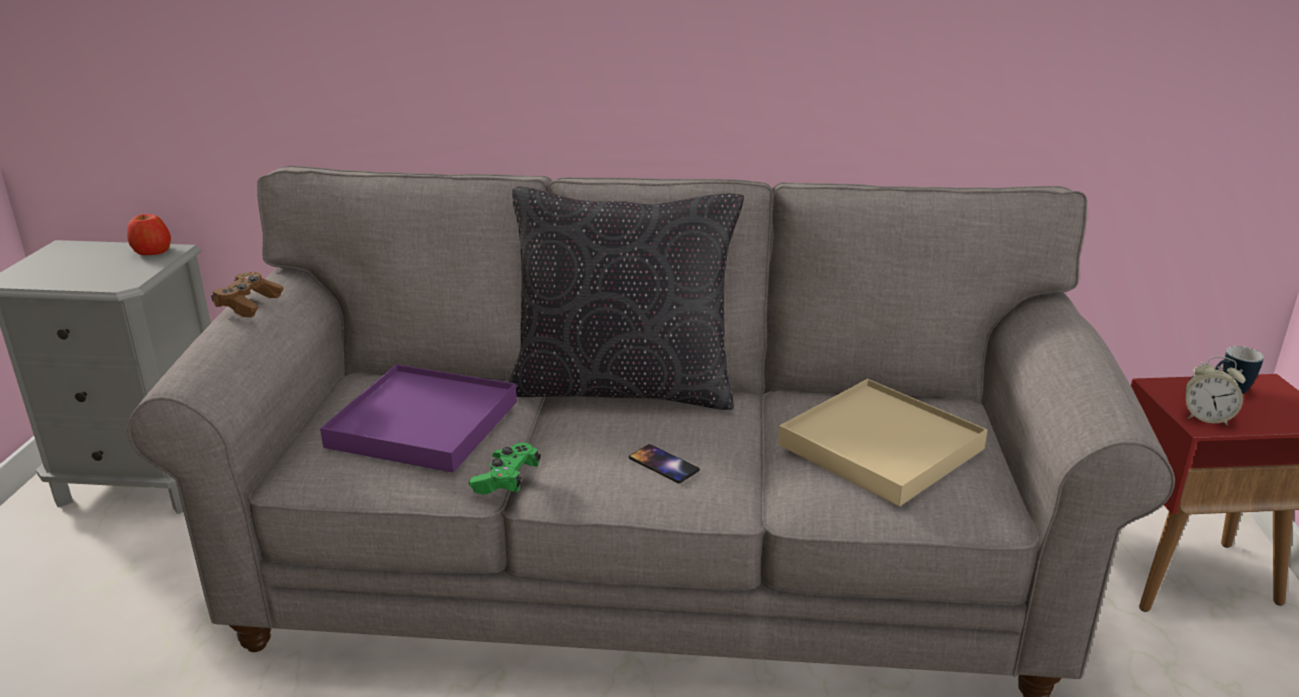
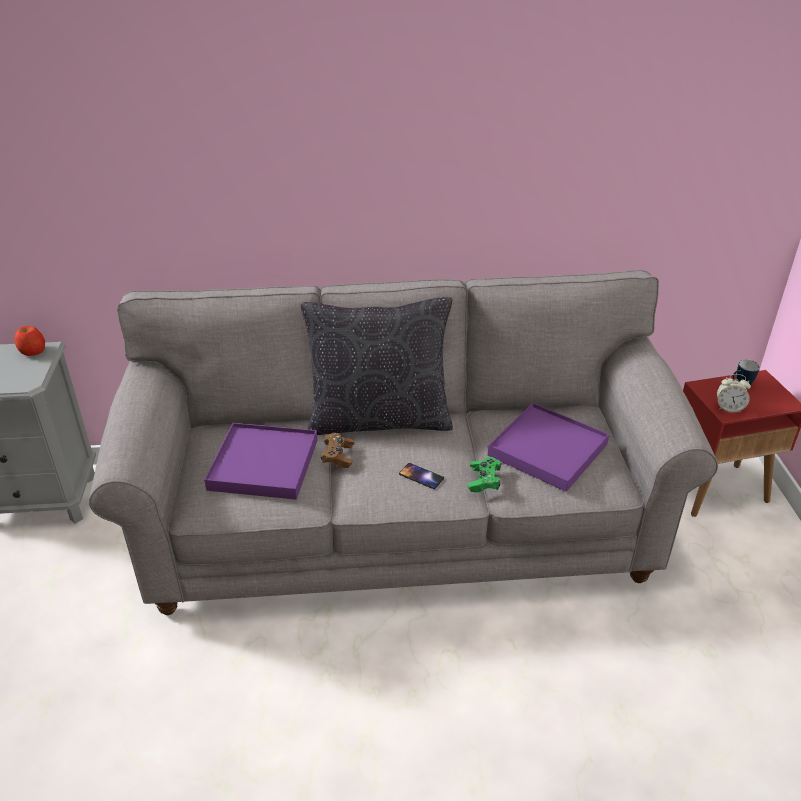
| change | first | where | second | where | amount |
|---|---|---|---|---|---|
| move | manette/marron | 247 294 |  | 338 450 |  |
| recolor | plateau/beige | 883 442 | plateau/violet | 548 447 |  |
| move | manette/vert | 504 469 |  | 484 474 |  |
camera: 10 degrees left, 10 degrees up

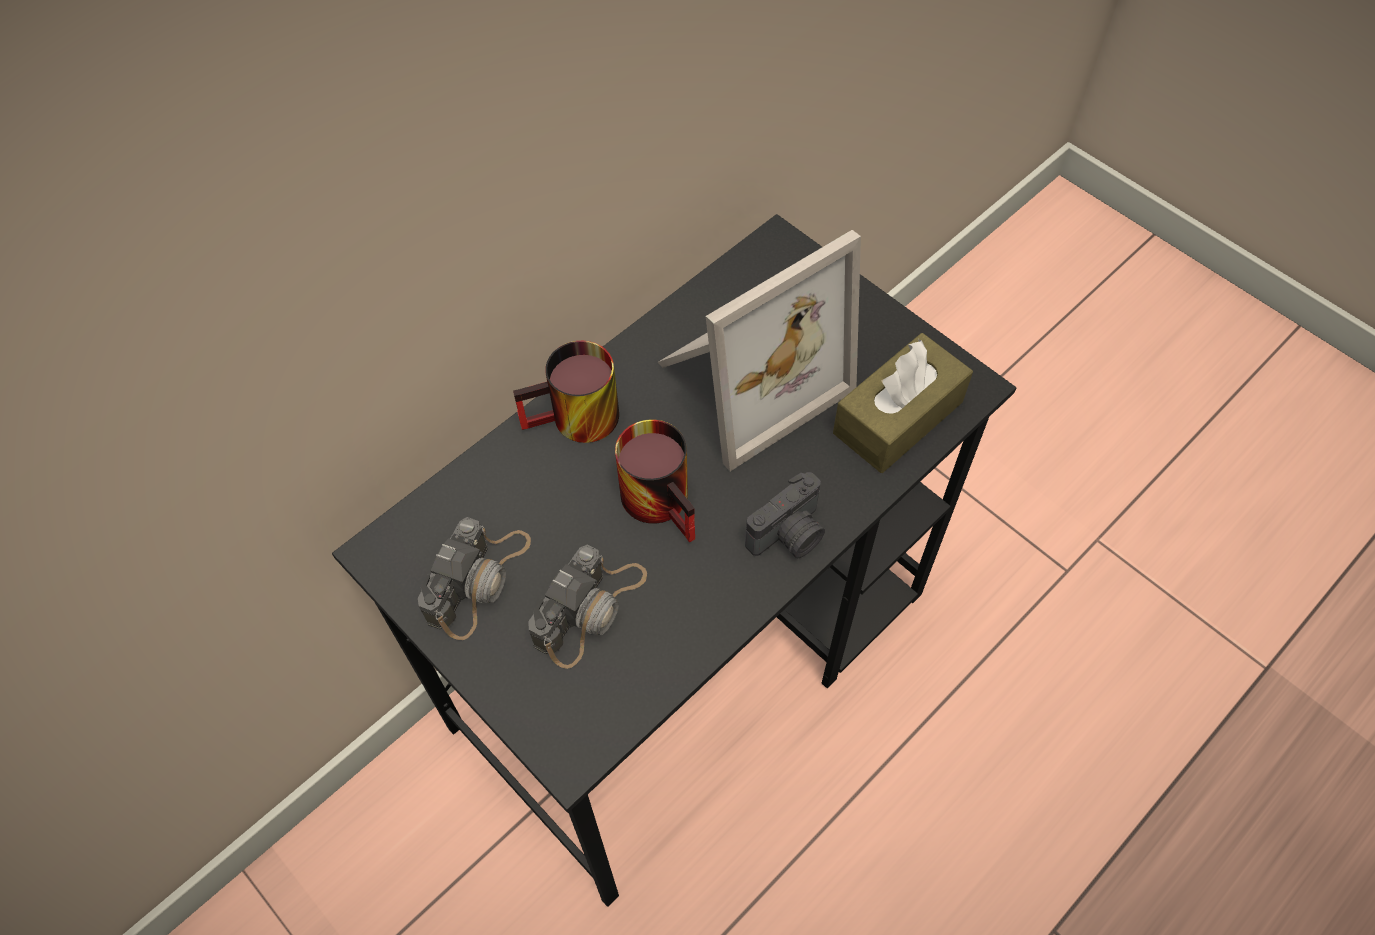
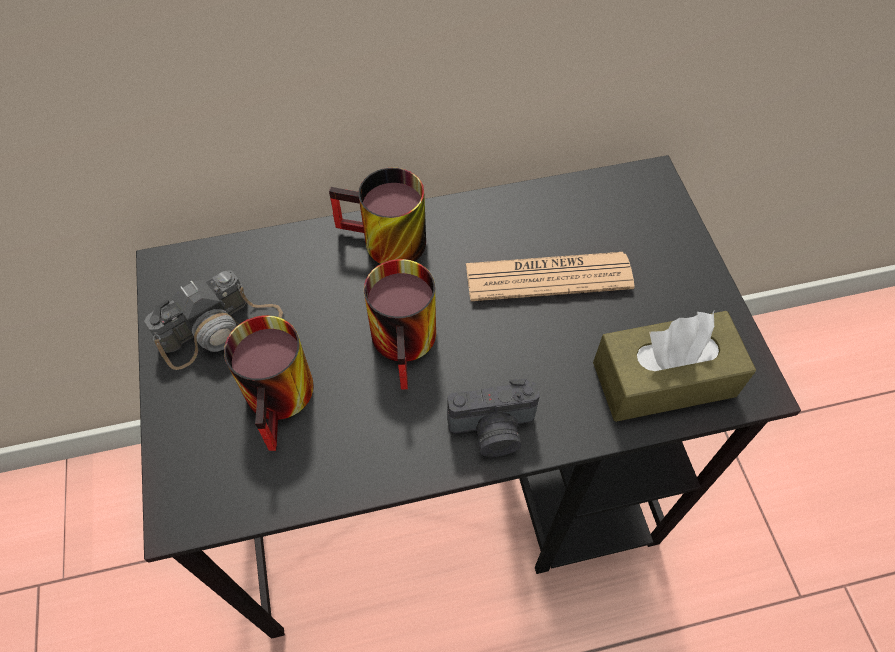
| change | first | where | second | where | amount |
|---|---|---|---|---|---|
| replace | cadre photo | 759 350 | journal | 550 276 |  |
| replace | appareil photo | 588 607 | mug | 269 383 |  |
camera: 30 degrees right, 0 degrees up

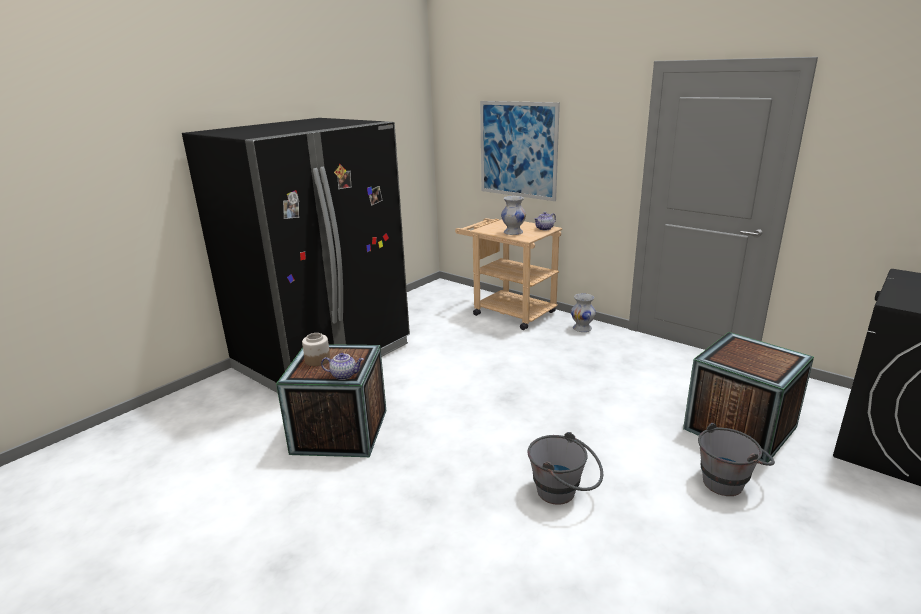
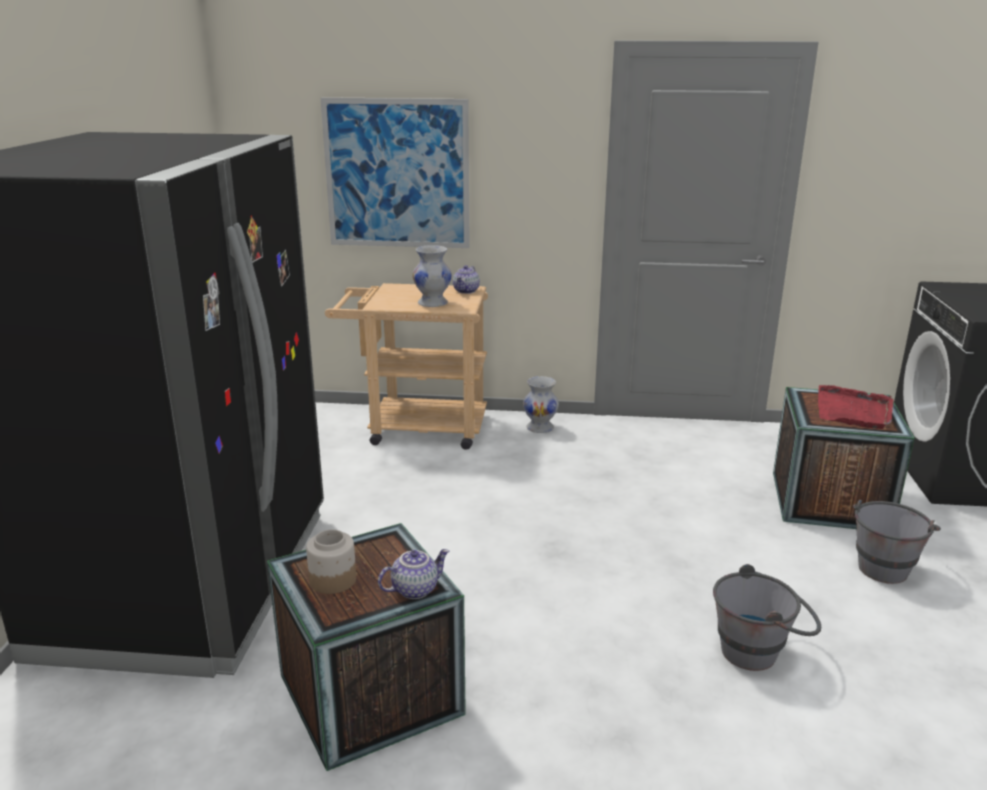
| change | first | where | second | where | amount |
|---|---|---|---|---|---|
| insert |  |  | plateau/rouge | 856 407 |  |
camera: 35 degrees left, 0 degrees up

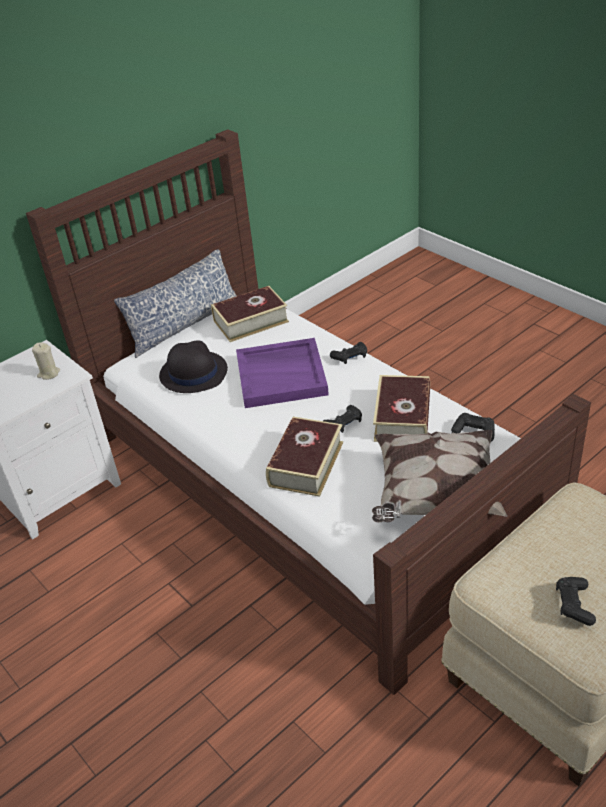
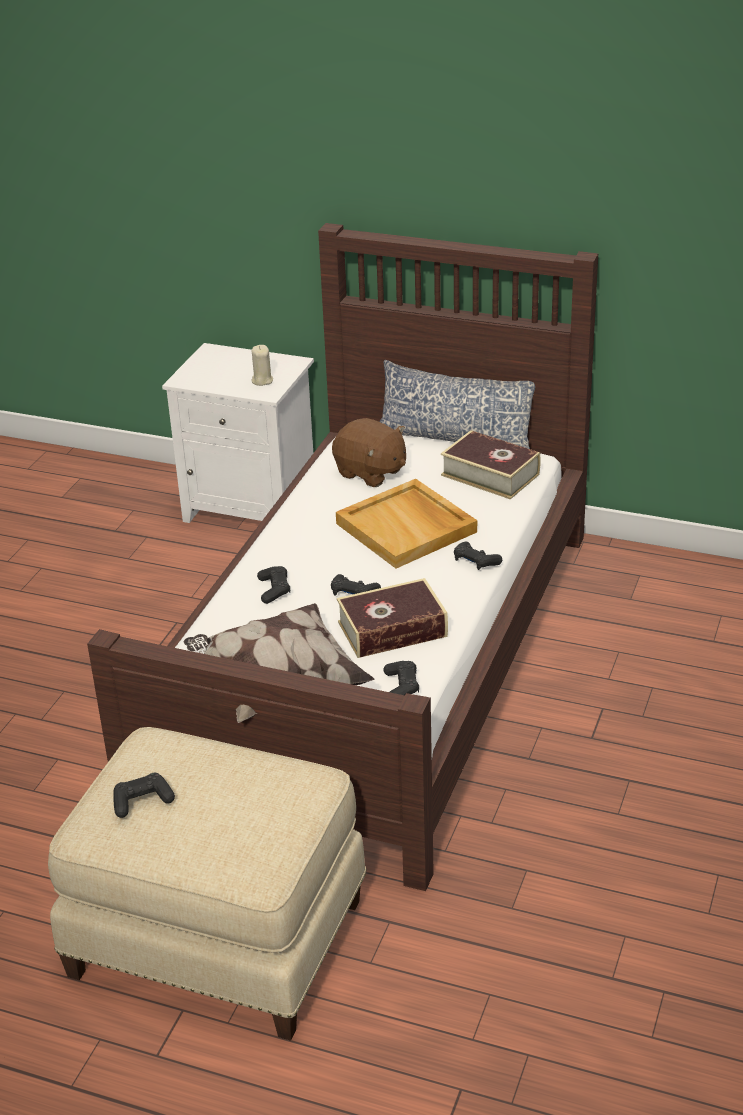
| change | first | where | second | where | amount |
|---|---|---|---|---|---|
| recolor | plateau/violet | 282 373 | plateau/beige | 406 523 |  |
| replace | chapeau/noir | 193 366 | peluche/marron | 369 452 |  |
| replace | livre | 304 457 | manette/noir | 273 585 |  |
camera: 60 degrees right, 5 degrees down

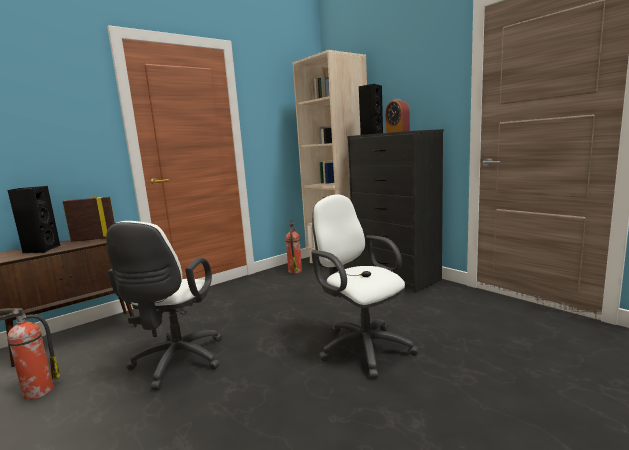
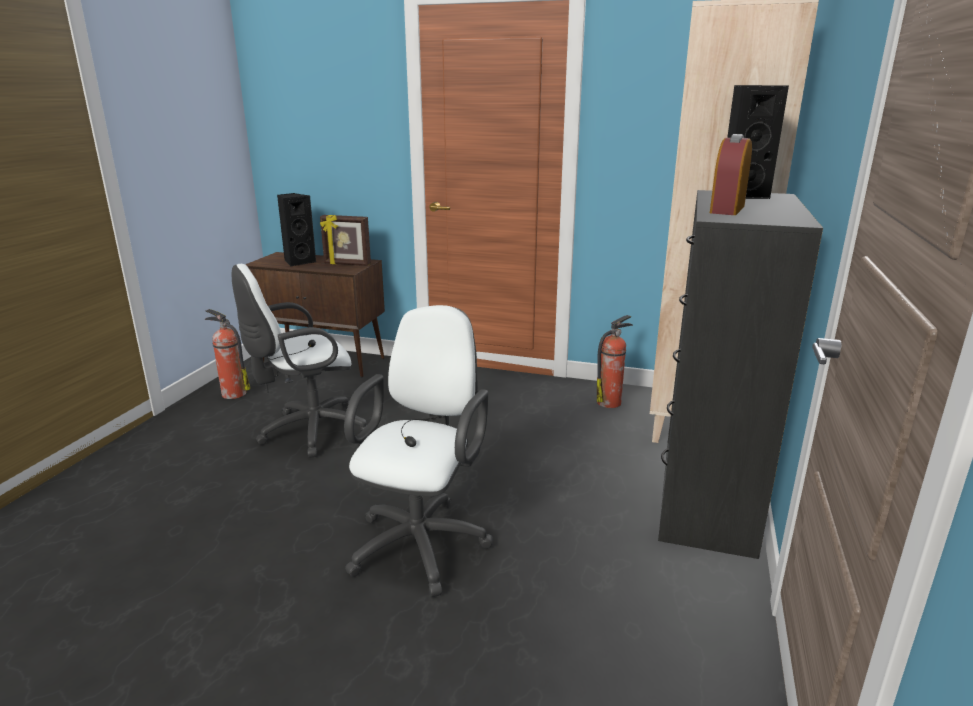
| change | first | where | second | where | amount |
|---|---|---|---|---|---|
| rotate | cadre photo | 88 219 |  | 345 240 | 150 degrees clockwise |
camera: 55 degrees right, 10 degrees up

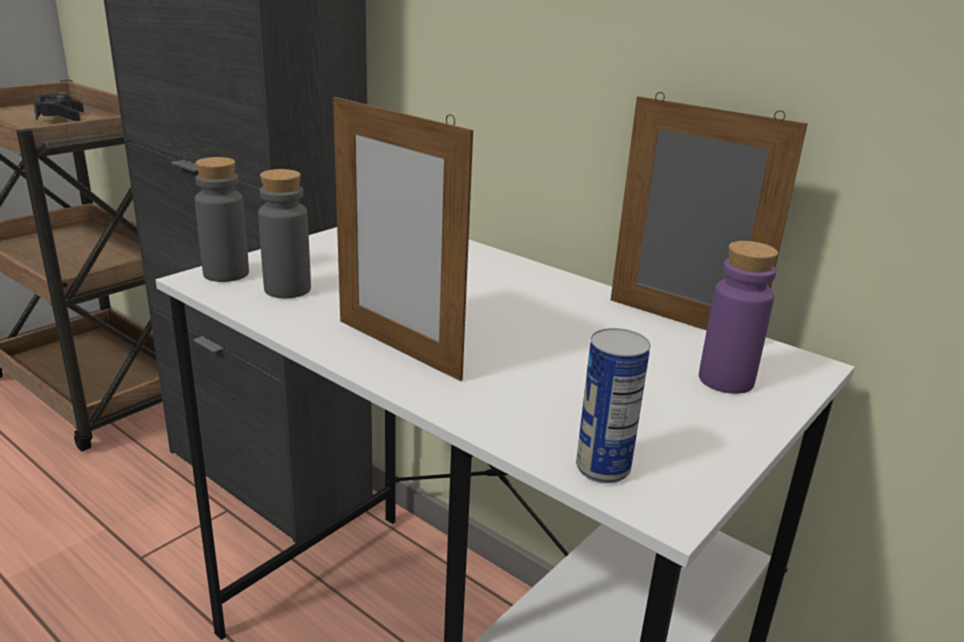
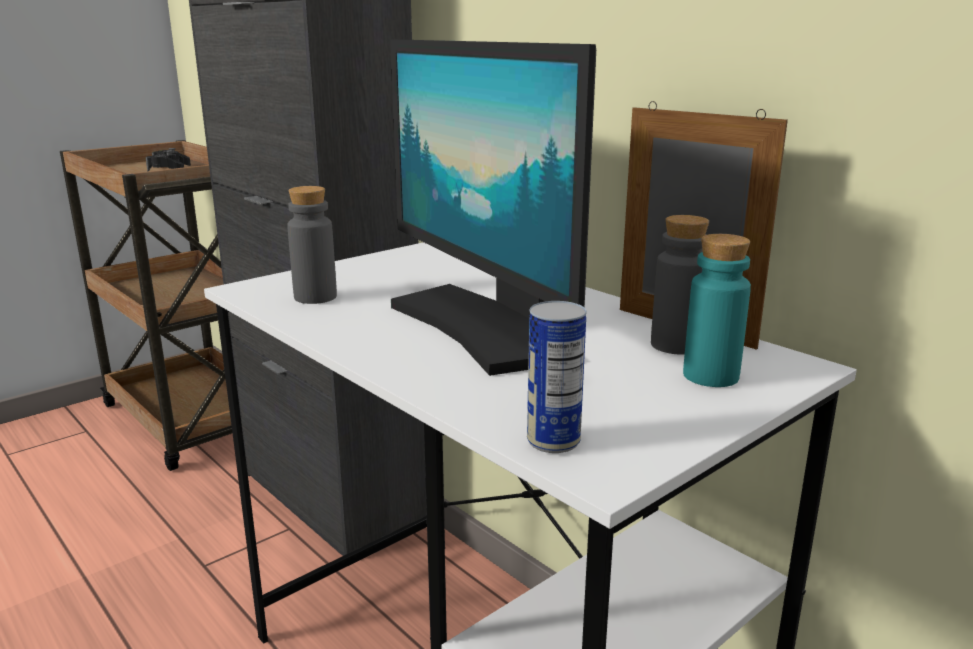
| change | first | where | second | where | amount |
|---|---|---|---|---|---|
| delete | cadre photo | 403 236 |  |  |  |
| move | bouteille/gris | 222 219 |  | 680 285 |  |
| recolor | bouteille/violet | 738 317 | bouteille/turquoise | 717 310 |  |
| insert |  |  | écran d'ordinateur | 493 207 |  |
camera: 10 degrees right, 5 degrees down

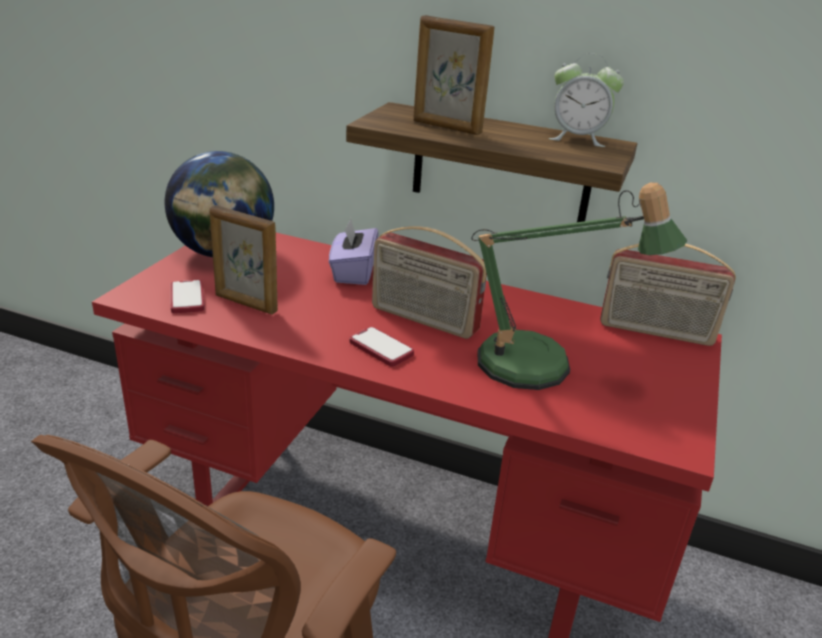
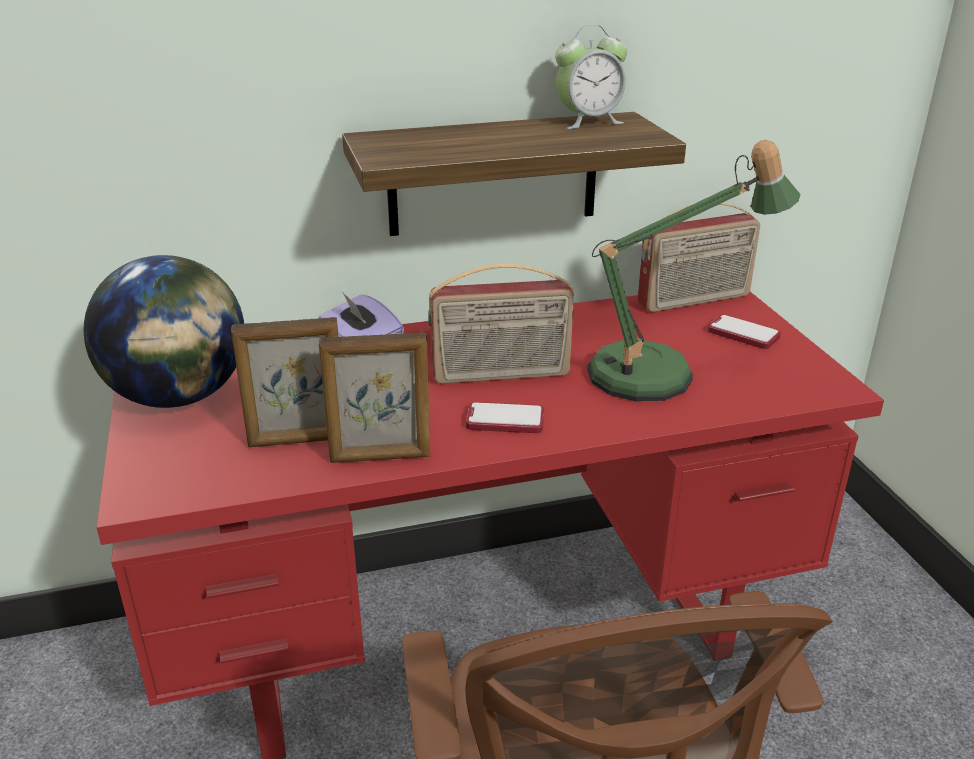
| change | first | where | second | where | amount |
|---|---|---|---|---|---|
| move | cadre photo | 453 75 |  | 374 397 |  |
| move | téléphone | 187 296 |  | 744 332 |  |
camera: 35 degrees left, 0 degrees up

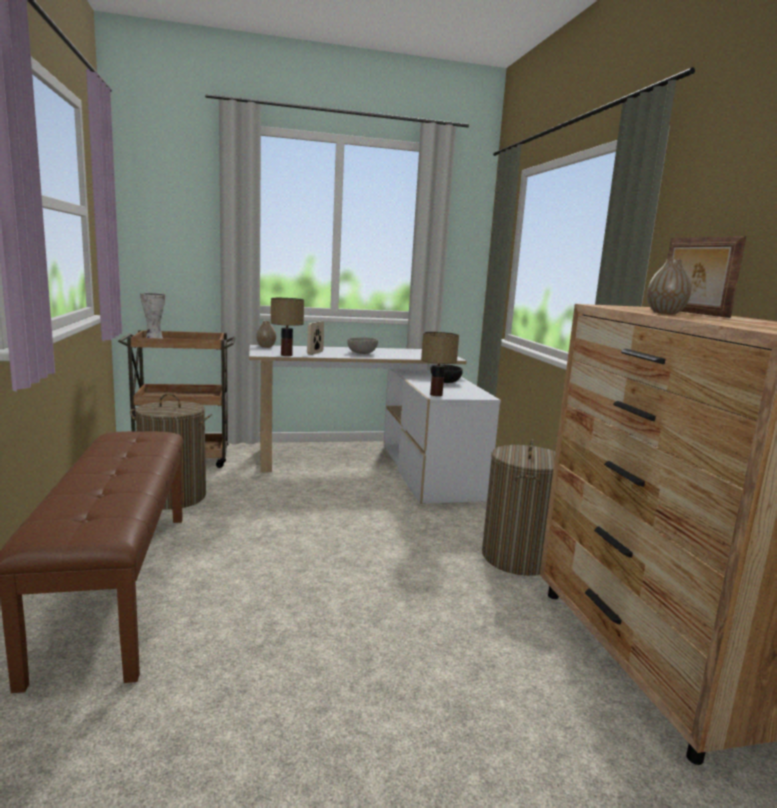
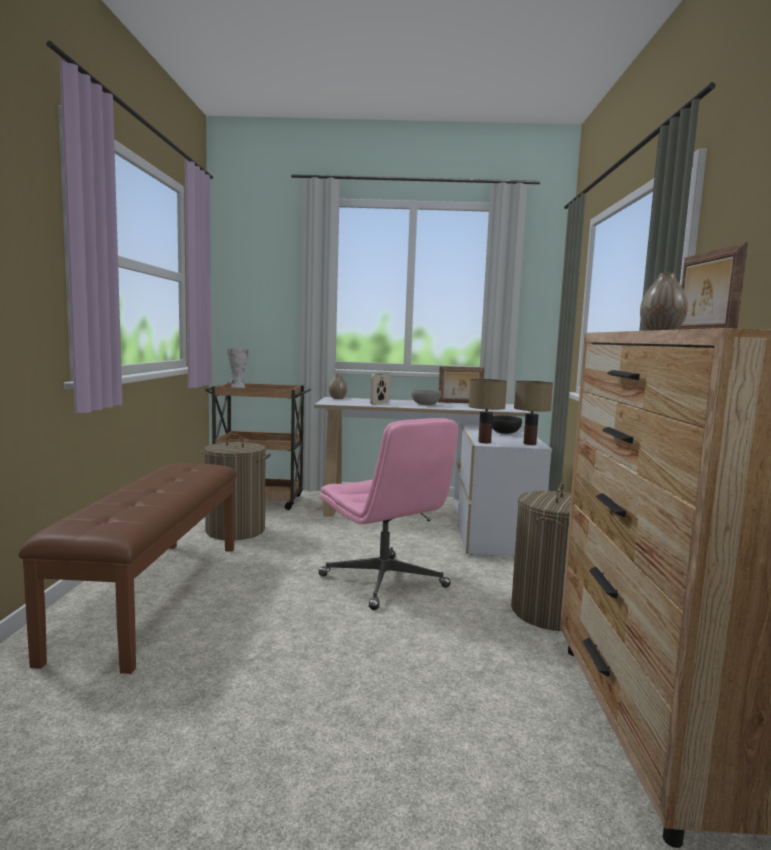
| change | first | where | second | where | amount |
|---|---|---|---|---|---|
| move | lampe de table | 287 327 |  | 533 413 |  |
| insert |  |  | cadre photo | 461 384 |  |
| insert |  |  | chaise de bureau/rose | 388 514 |  |
camera: 15 degrees right, 5 degrees down

